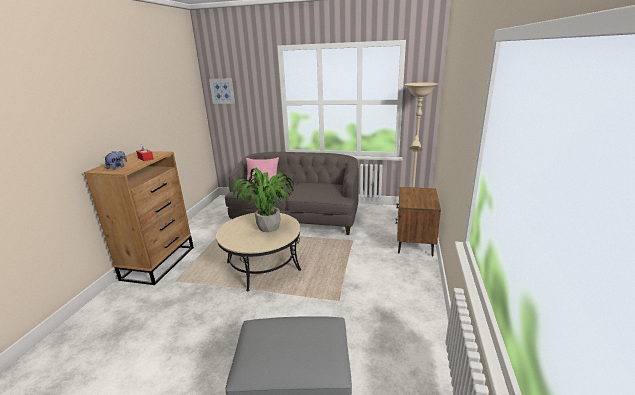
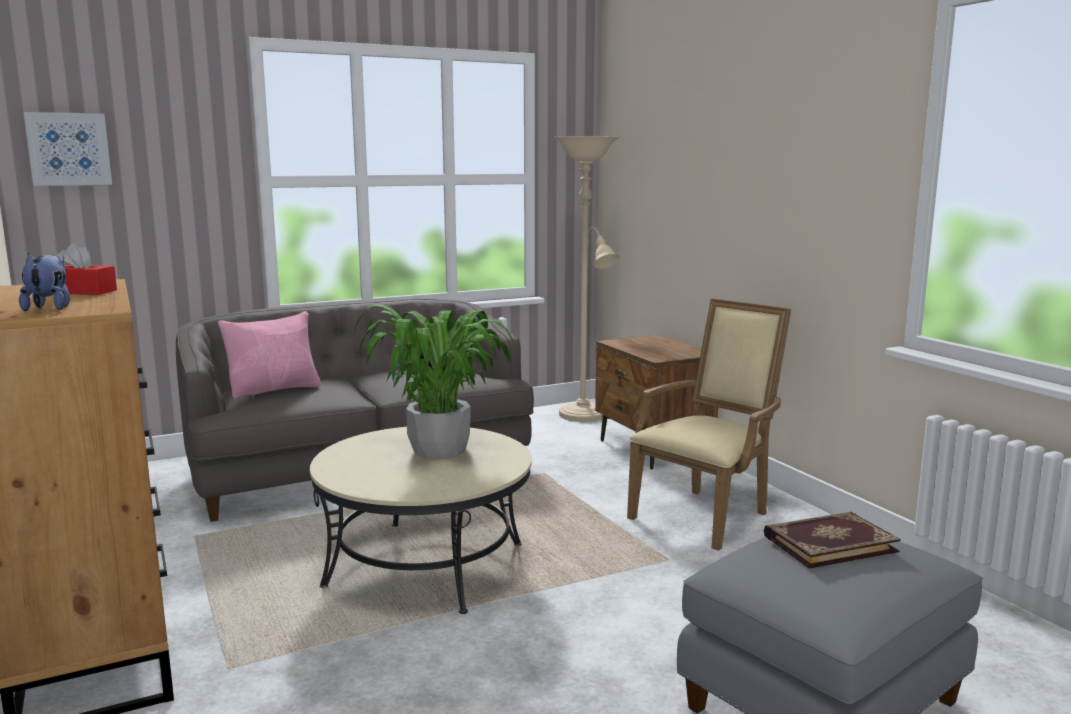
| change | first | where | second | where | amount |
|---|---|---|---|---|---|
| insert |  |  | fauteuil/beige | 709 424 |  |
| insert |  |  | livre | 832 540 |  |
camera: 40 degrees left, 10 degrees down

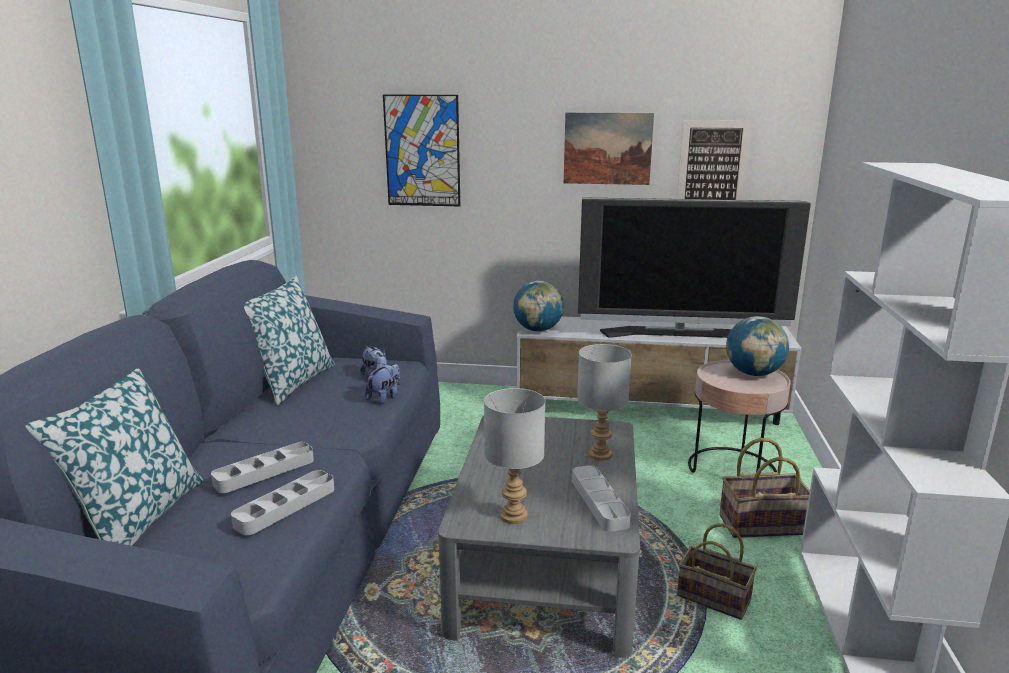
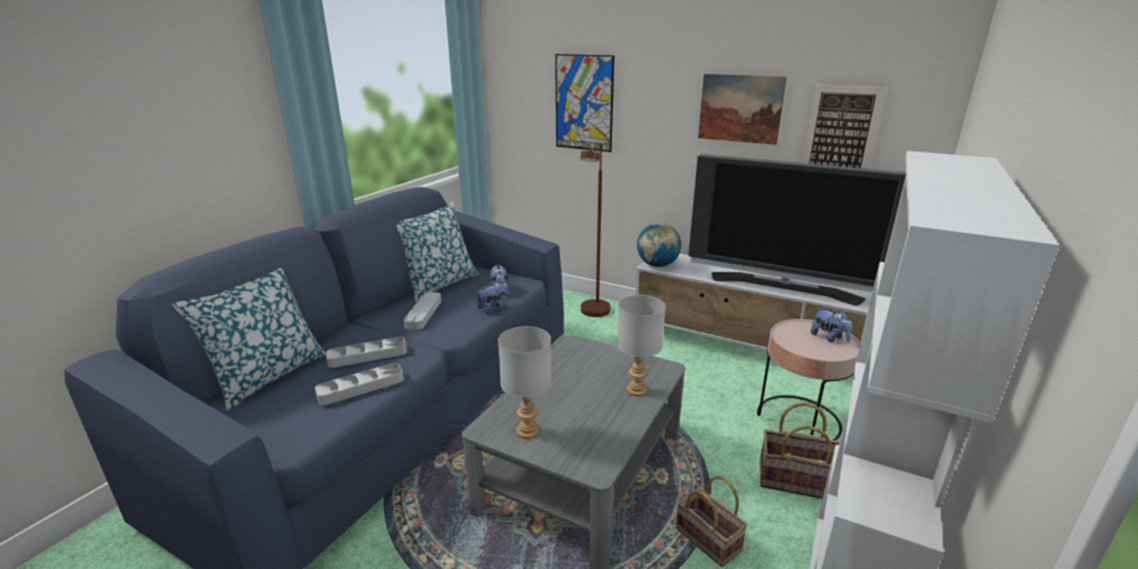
| change | first | where | second | where | amount |
|---|---|---|---|---|---|
| replace | globe | 757 346 | peluche | 831 325 |  |
| move | plateau/gris | 601 498 |  | 422 311 |  |
| insert |  |  | lampadaire/marron | 595 230 |  |
camera: 20 degrees right, 5 degrees up

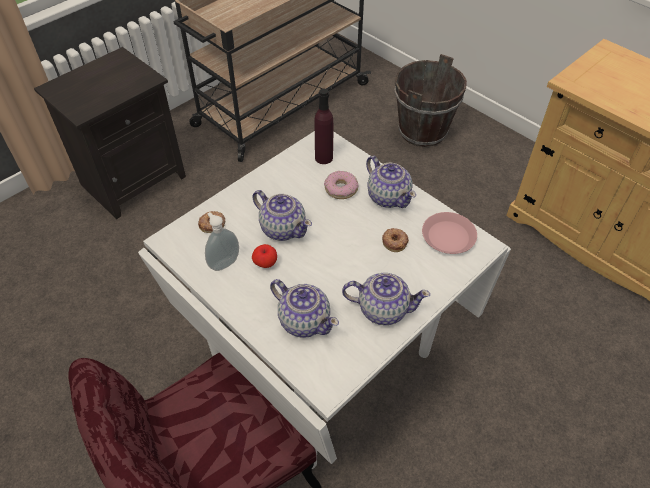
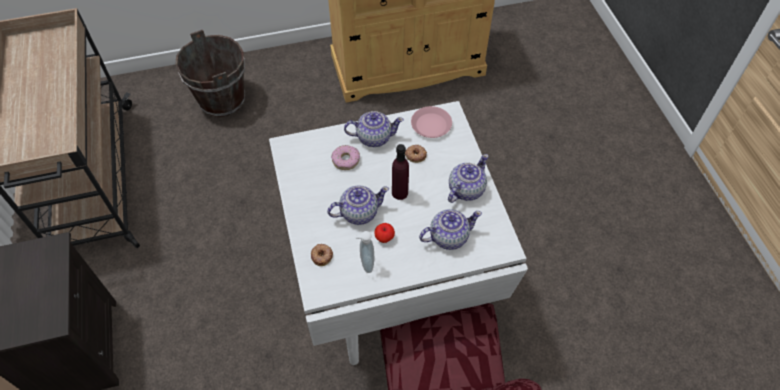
| change | first | where | second | where | amount |
|---|---|---|---|---|---|
| move | bouteille/violet | 324 126 |  | 400 172 |  |
camera: 60 degrees left, 5 degrees up

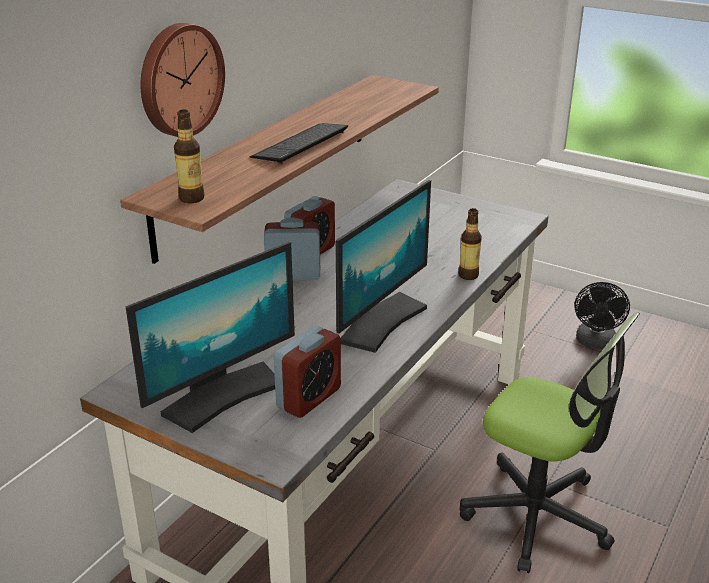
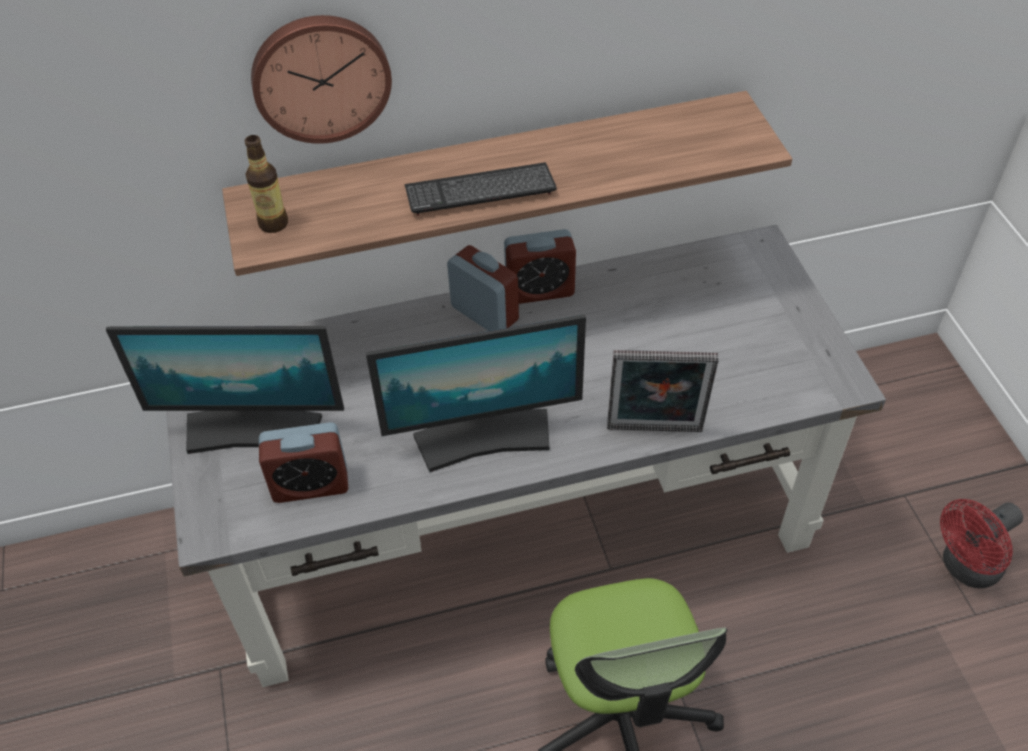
| change | first | where | second | where | amount |
|---|---|---|---|---|---|
| replace | bouteille | 470 244 | cadre photo | 663 391 |  |
| recolor | ventilateur/noir | 602 315 | ventilateur/rouge | 981 543 |  |
camera: 45 degrees right, 20 degrees up

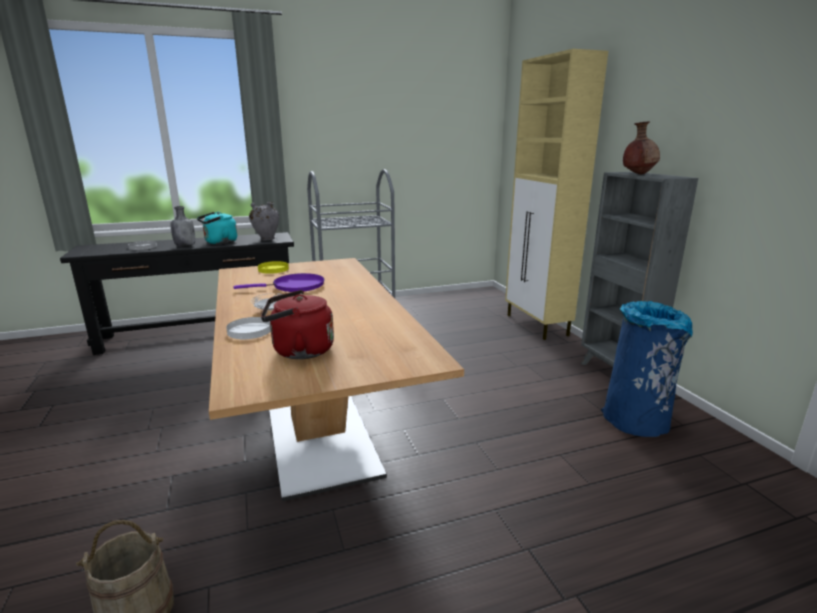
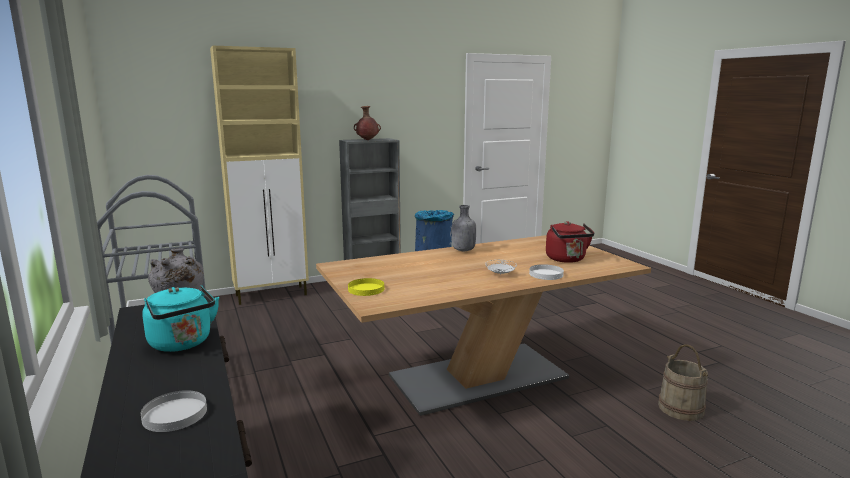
| change | first | where | second | where | amount |
|---|---|---|---|---|---|
| move | bouteille/gris | 183 226 |  | 464 228 |  |
| delete | poêle/violet | 279 282 |  |  |  |
camera: 95 degrees left, 5 degrees down

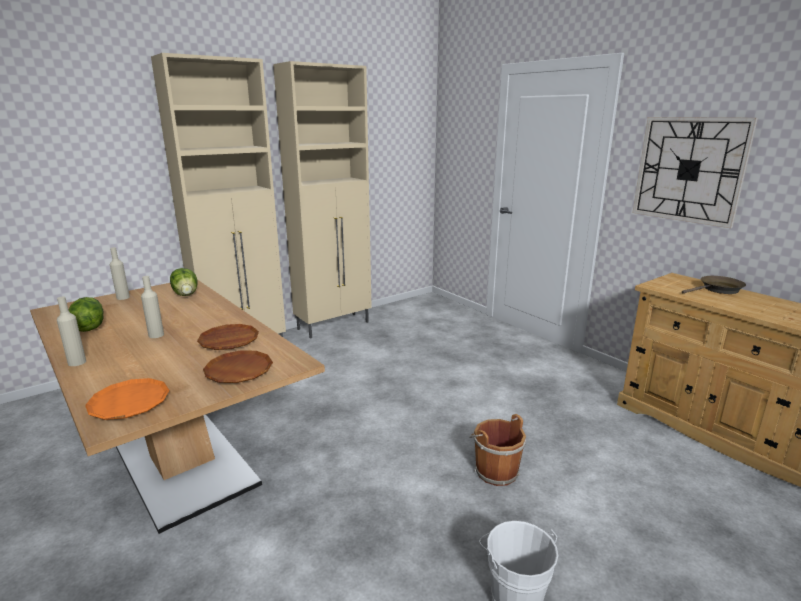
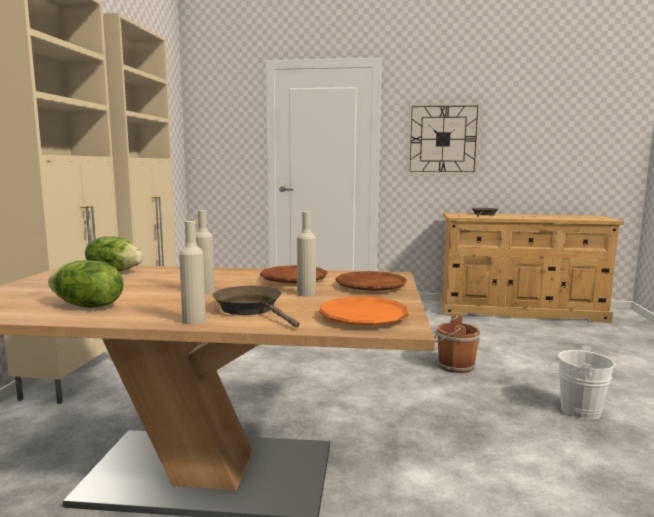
| change | first | where | second | where | amount |
|---|---|---|---|---|---|
| move | bouteille/beige | 120 273 |  | 306 253 |  |
| insert |  |  | poêle/marron | 256 307 |  |
camera: 45 degrees left, 10 degrees down

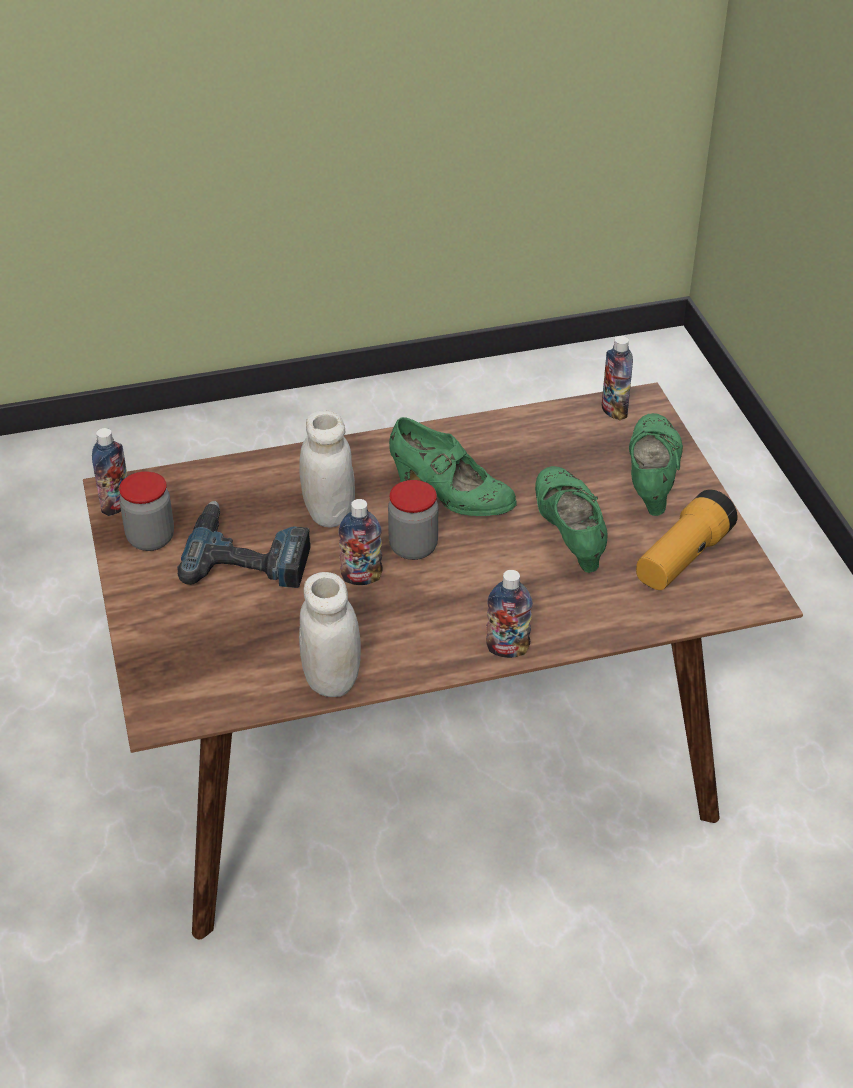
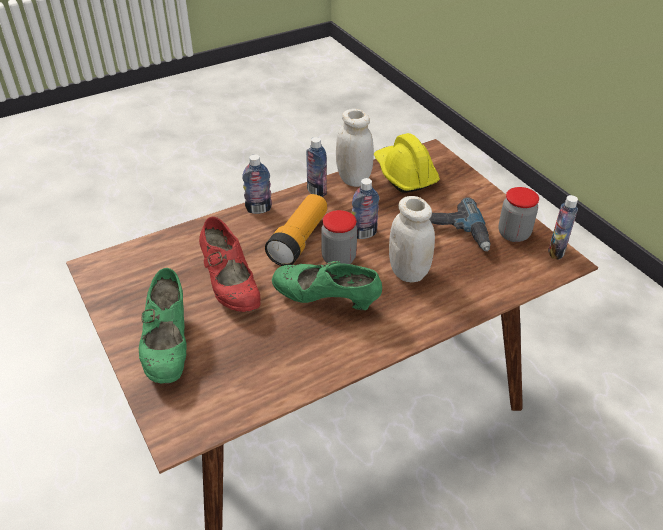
| change | first | where | second | where | amount |
|---|---|---|---|---|---|
| move | bouteille | 617 378 |  | 316 167 |  |
| recolor | chaussure/vert | 571 519 | chaussure/rouge | 230 264 |  |
| move | lampe de poche | 687 540 |  | 296 230 |  |
| insert |  |  | casque de chantier/jaune | 407 163 |  |
camera: 165 degrees right, 0 degrees up

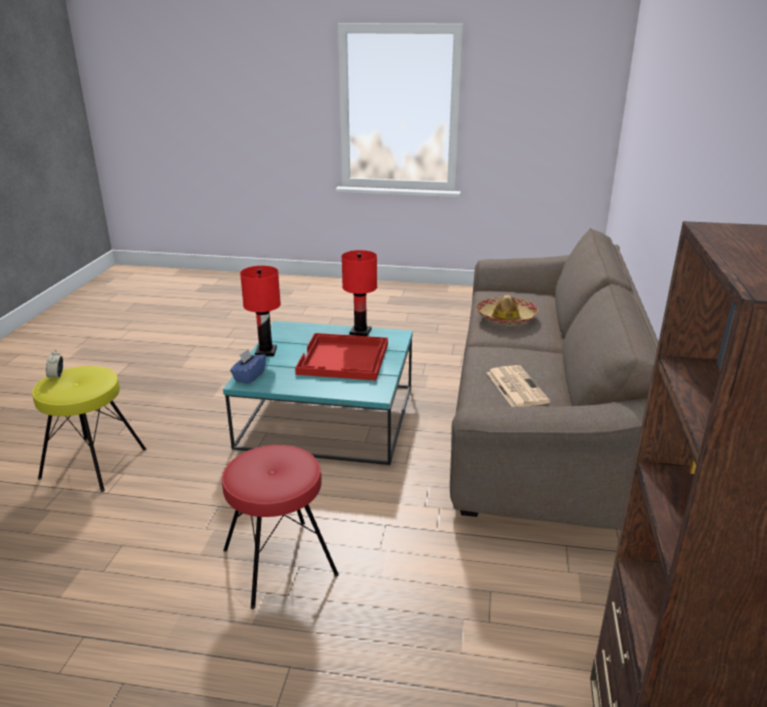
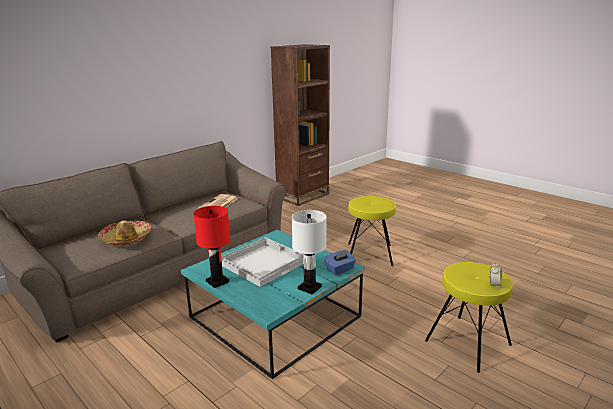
| change | first | where | second | where | amount |
|---|---|---|---|---|---|
| recolor | lampe de table/rouge | 260 311 | lampe de table/blanc | 309 252 |  |
| recolor | plateau/rouge | 341 357 | plateau/blanc | 262 262 |  |
| recolor | tabouret/rouge | 280 527 | tabouret/jaune | 372 231 |  |
camera: 145 degrees left, 5 degrees down

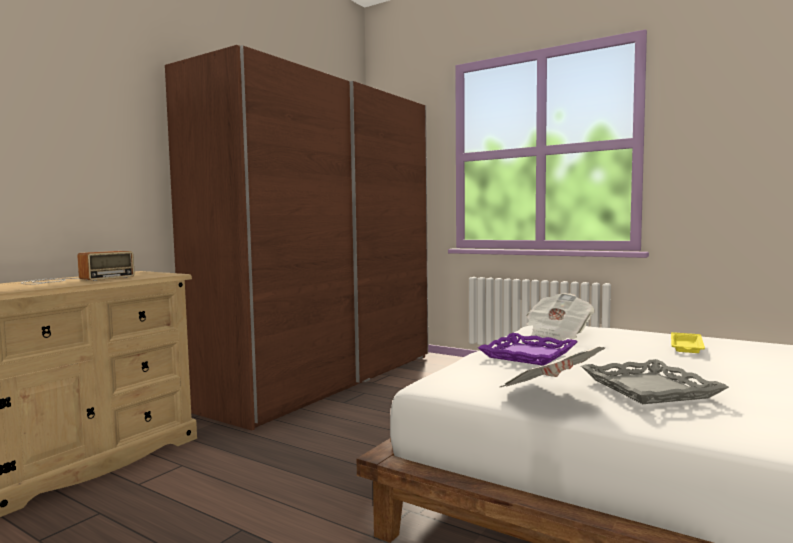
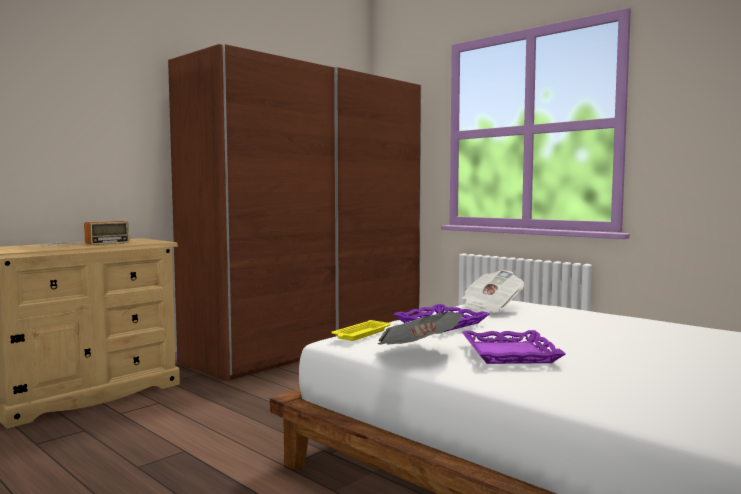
| change | first | where | second | where | amount |
|---|---|---|---|---|---|
| move | plateau/jaune | 688 342 |  | 361 330 |  |
| recolor | plateau/gris | 655 381 | plateau/violet | 514 347 |  |
camera: 10 degrees right, 0 degrees up

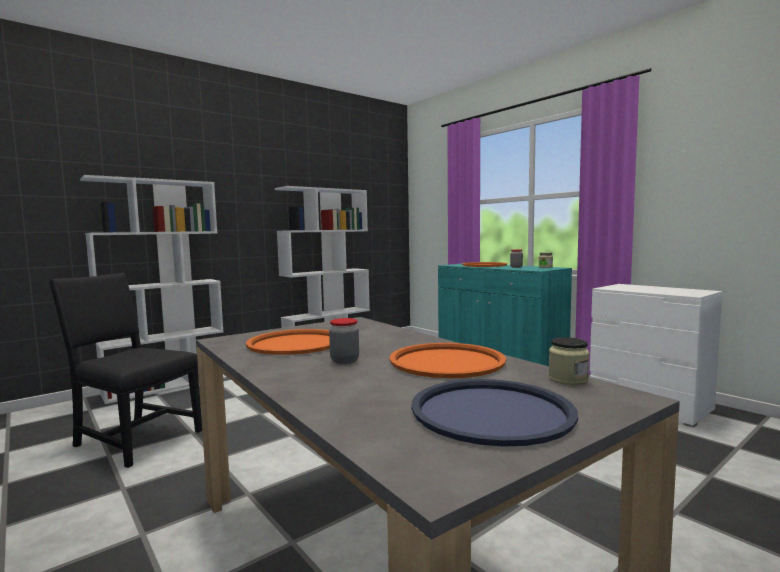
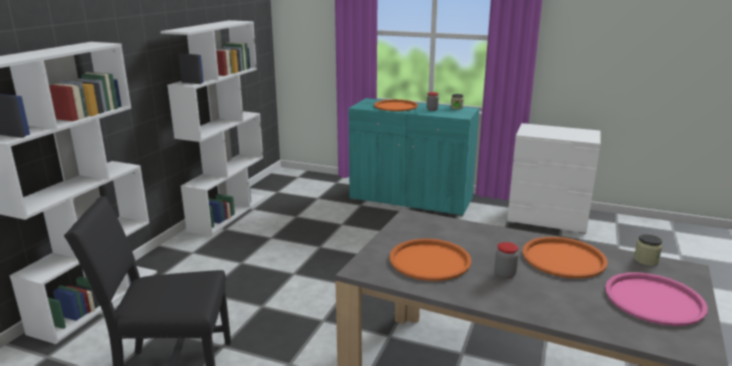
| change | first | where | second | where | amount |
|---|---|---|---|---|---|
| recolor | plateau/bleu | 494 412 | plateau/rose | 656 299 |  |
camera: 30 degrees left, 15 degrees up

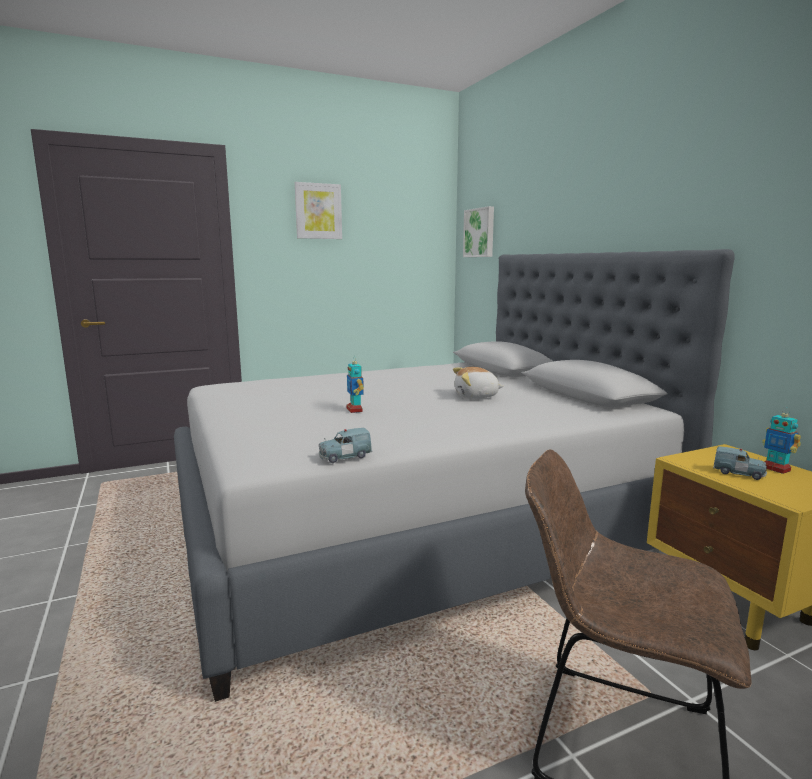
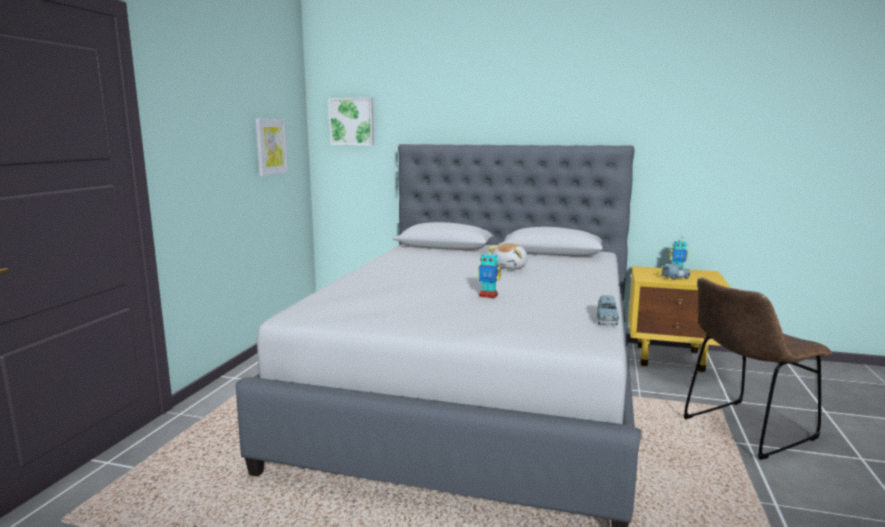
| change | first | where | second | where | amount |
|---|---|---|---|---|---|
| move | tableau | 318 210 |  | 271 147 |  |
camera: 50 degrees left, 0 degrees up

